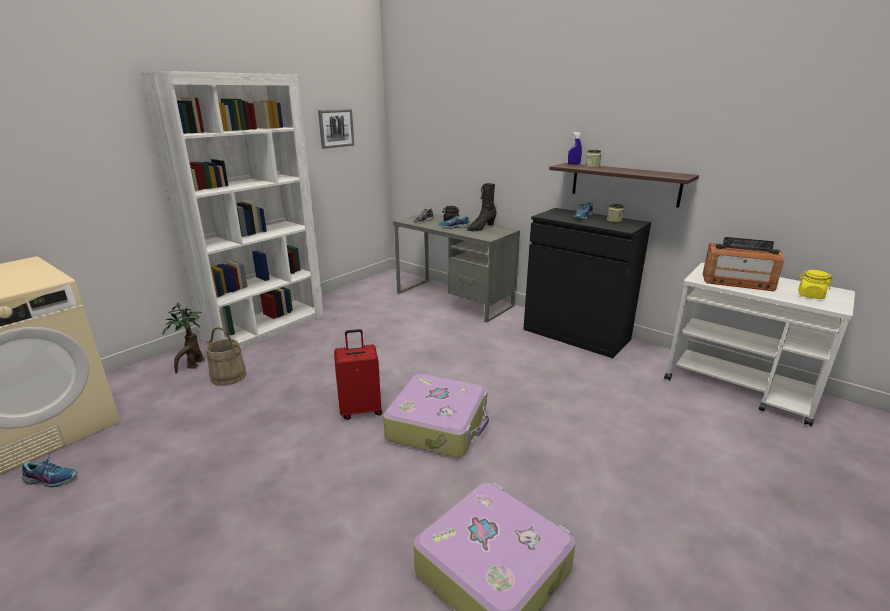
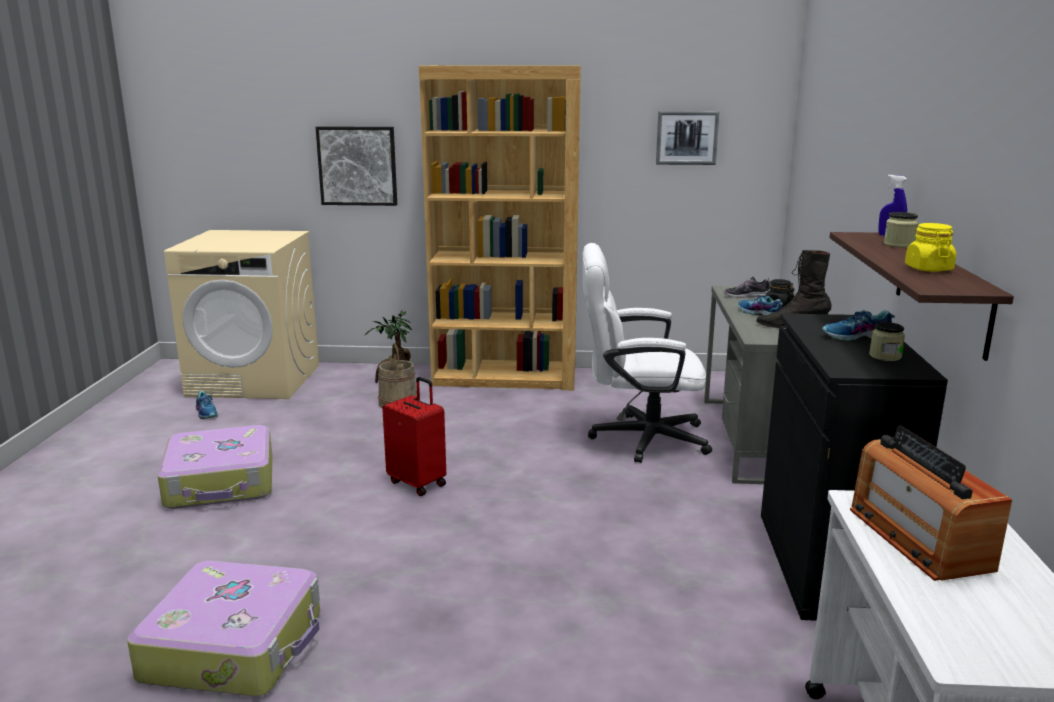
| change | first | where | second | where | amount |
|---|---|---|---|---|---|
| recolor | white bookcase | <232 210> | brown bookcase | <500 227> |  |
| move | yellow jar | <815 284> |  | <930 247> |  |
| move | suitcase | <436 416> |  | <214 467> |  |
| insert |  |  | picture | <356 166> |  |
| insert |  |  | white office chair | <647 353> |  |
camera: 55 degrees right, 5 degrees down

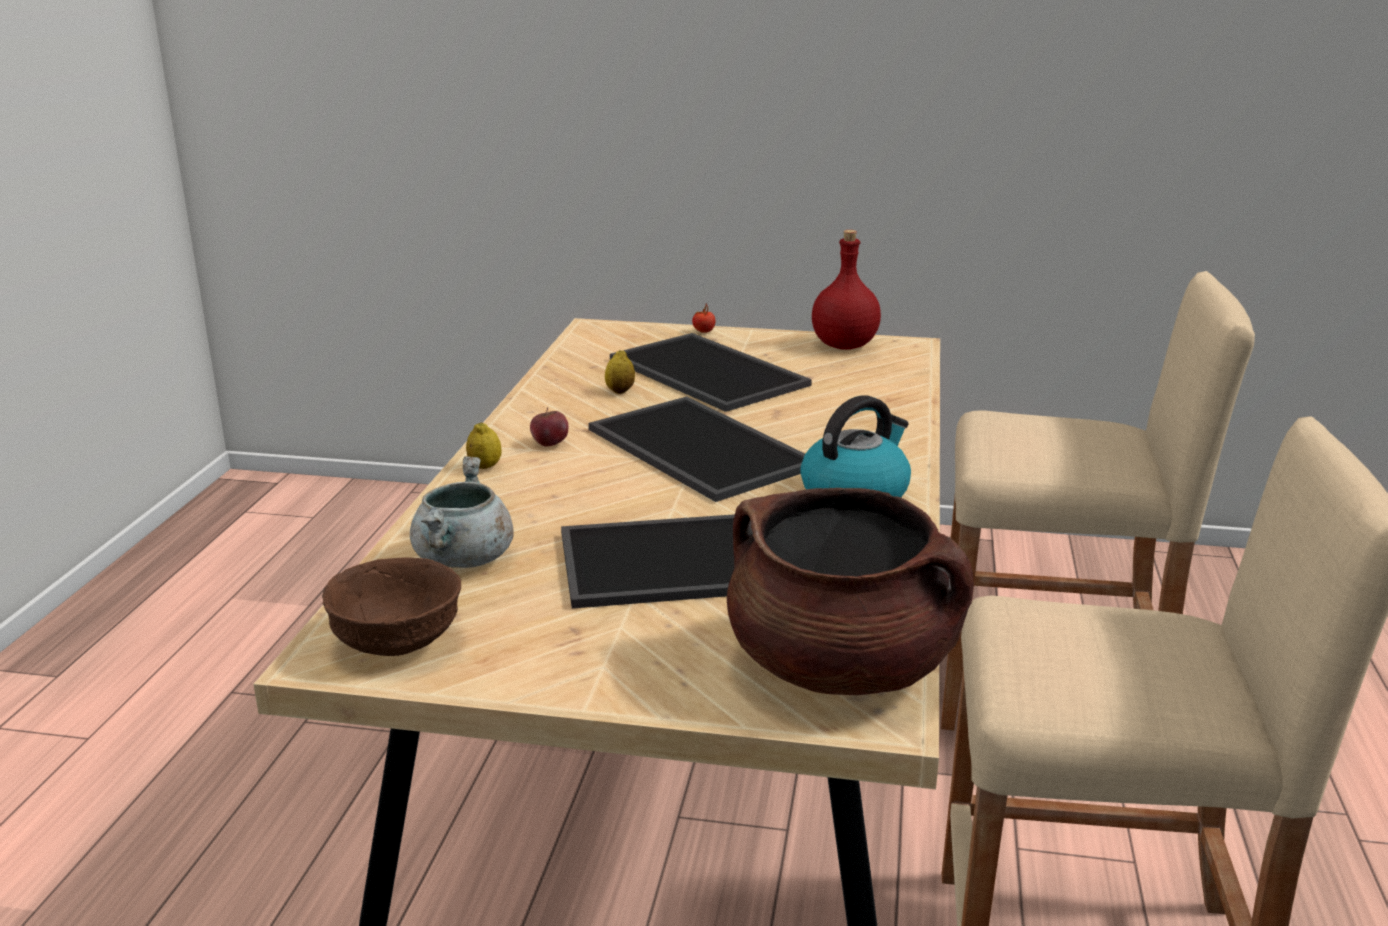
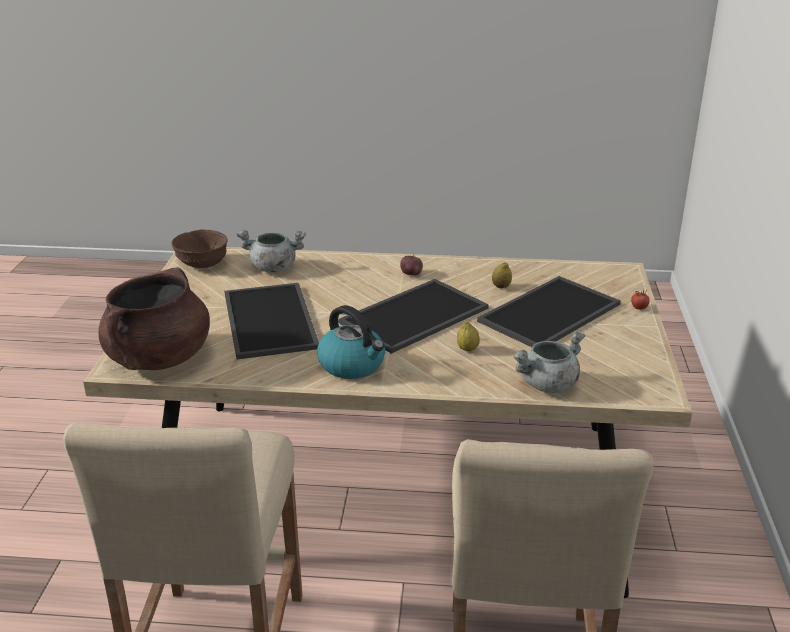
| change | first | where | second | where | amount |
|---|---|---|---|---|---|
| delete | red bottle | <846 290> |  |  |  |
| move | lemon | <483 445> |  | <468 336> |  |
| insert |  |  | grey cooking pot | <548 362> |  |
camera: 85 degrees right, 5 degrees up

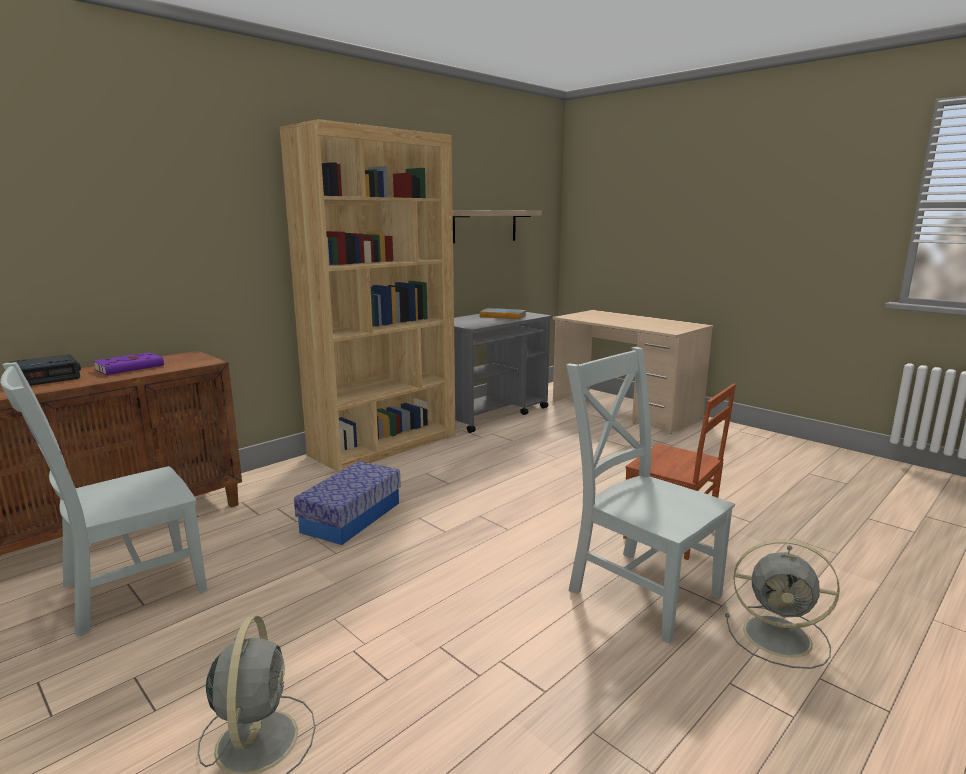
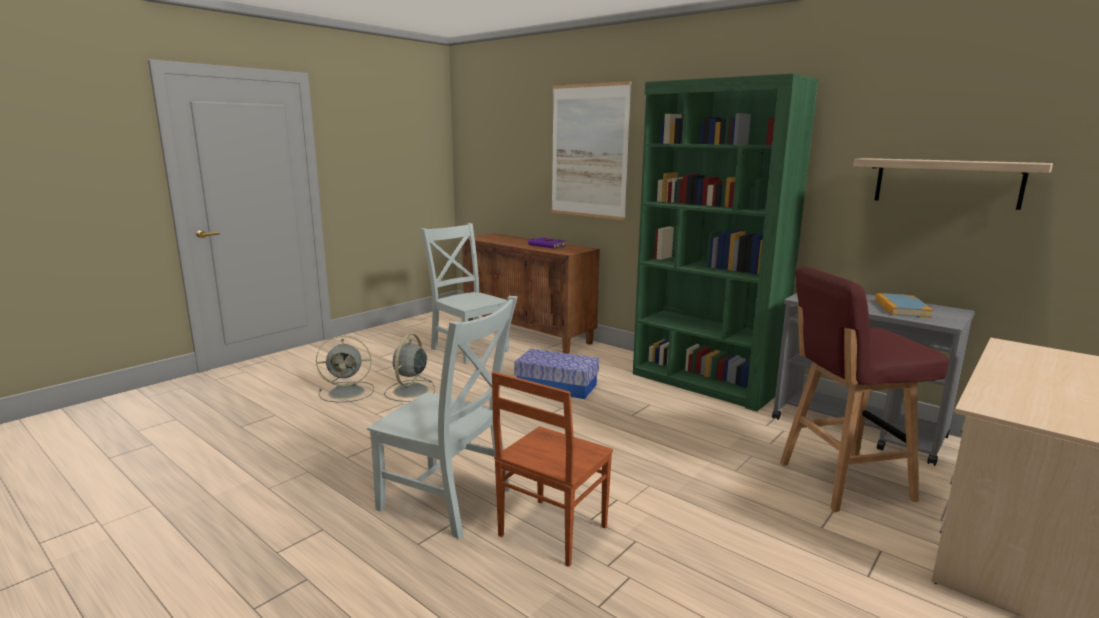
| change | first | where | second | where | amount |
|---|---|---|---|---|---|
| recolor | brown bookcase | <367 295> | green bookcase | <726 242> |  |
| rotate | grey chair | <650 495> |  | <442 417> | 75 degrees clockwise |
| delete | alarm clock | <45 370> |  |  |  |
| move | grey fan | <782 604> |  | <409 368> |  |
| insert |  |  | picture | <591 150> |  |
| insert |  |  | red stool | <864 389> |  |
camera: 85 degrees right, 0 degrees up

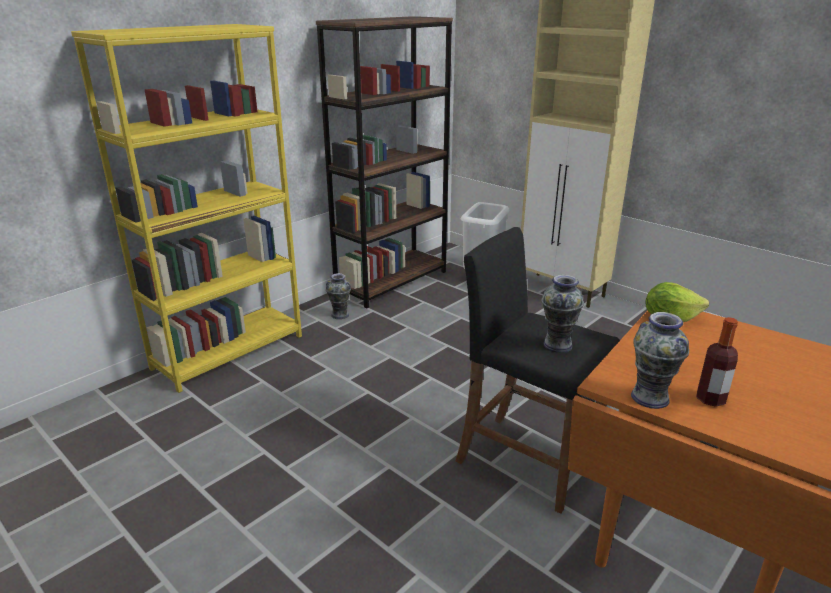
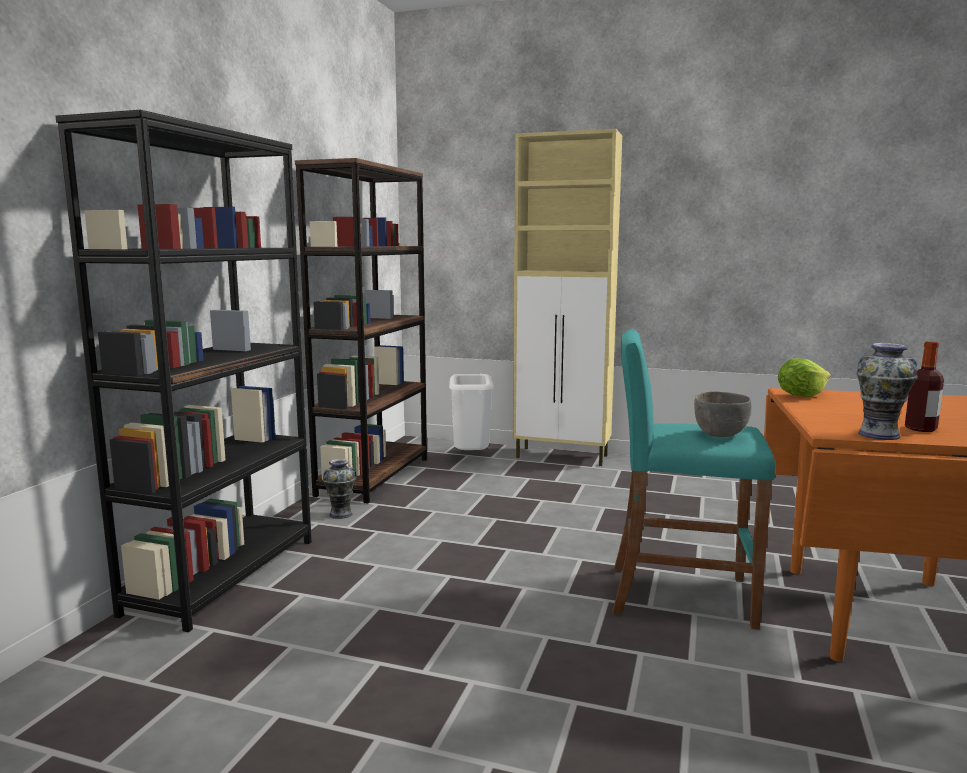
| change | first | where | second | where | amount |
|---|---|---|---|---|---|
| recolor | yellow bookcase | <186 208> | black bookcase | <184 371> |  |
| recolor | black stool | <537 370> | turquoise stool | <693 479> |  |
| replace | vase | <563 314> | grey bowl | <722 414> |  |
camera: 25 degrees left, 15 degrees down

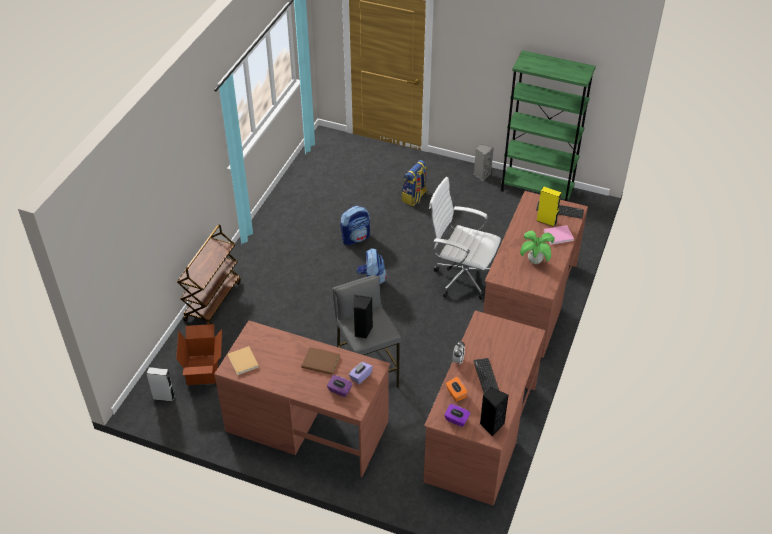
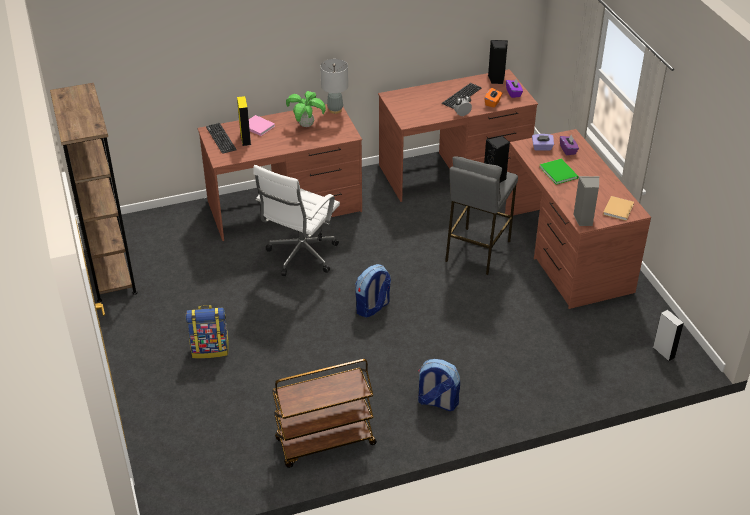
| change | first | where | second | where | amount |
|---|---|---|---|---|---|
| recolor | green bookcase | <548 125> | brown bookcase | <93 192> |  |
| move | grey speaker | <484 162> |  | <586 201> |  |
| rotate | white office chair | <465 238> |  | <297 220> | 45 degrees clockwise |
| move | backpack | <355 225> |  | <439 385> |  |
| move | brown cart | <209 275> |  | <324 413> |  |
| delete | cardboard box | <199 354> |  |  |  |
| recolor | brown book | <320 361> | green book | <559 172> |  |
| insert |  |  | grey table lamp | <334 86> |  |
camera: 130 degrees left, 5 degrees down

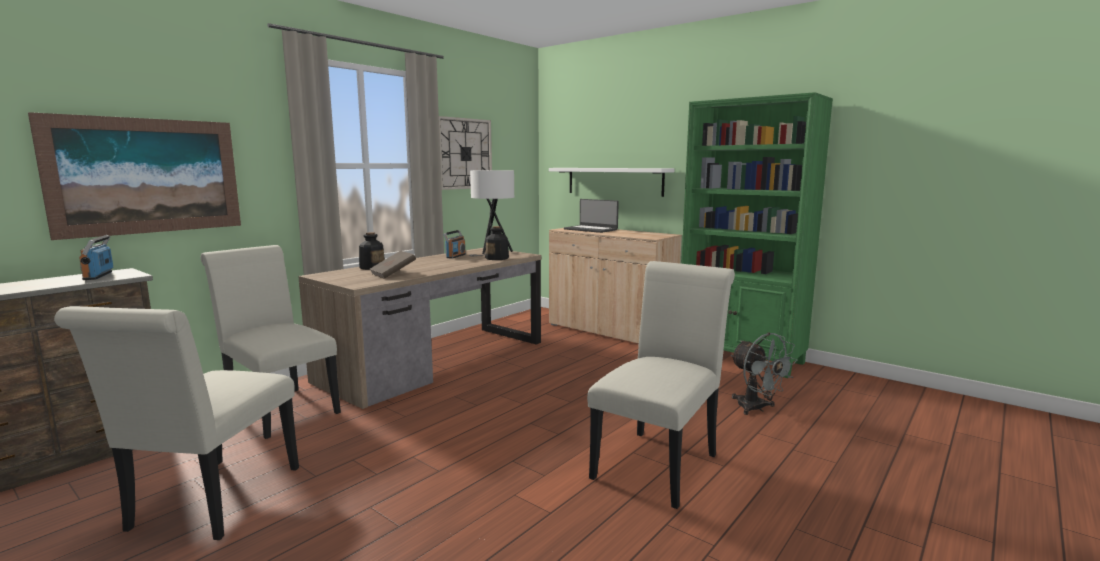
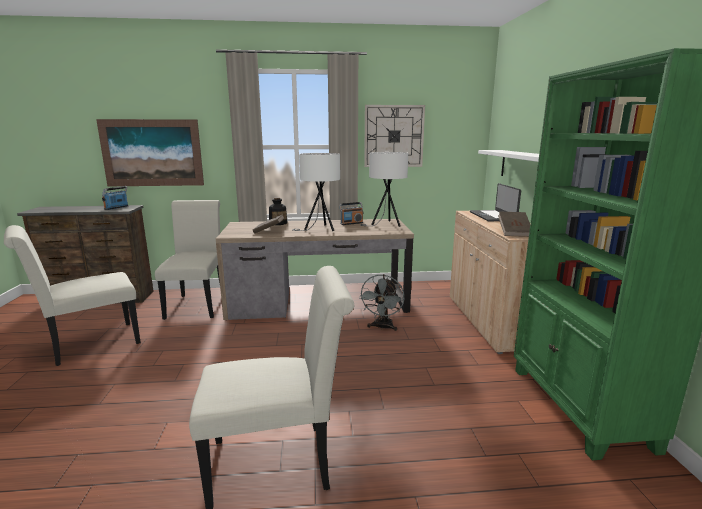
| change | first | where | second | where | amount |
|---|---|---|---|---|---|
| delete | bottle | <497 243> |  |  |  |
| move | grey fan | <764 374> |  | <381 302> |  |
| insert |  |  | white table lamp | <316 192> |  |
| insert |  |  | brown book | <514 224> |  |
camera: 45 degrees right, 5 degrees up

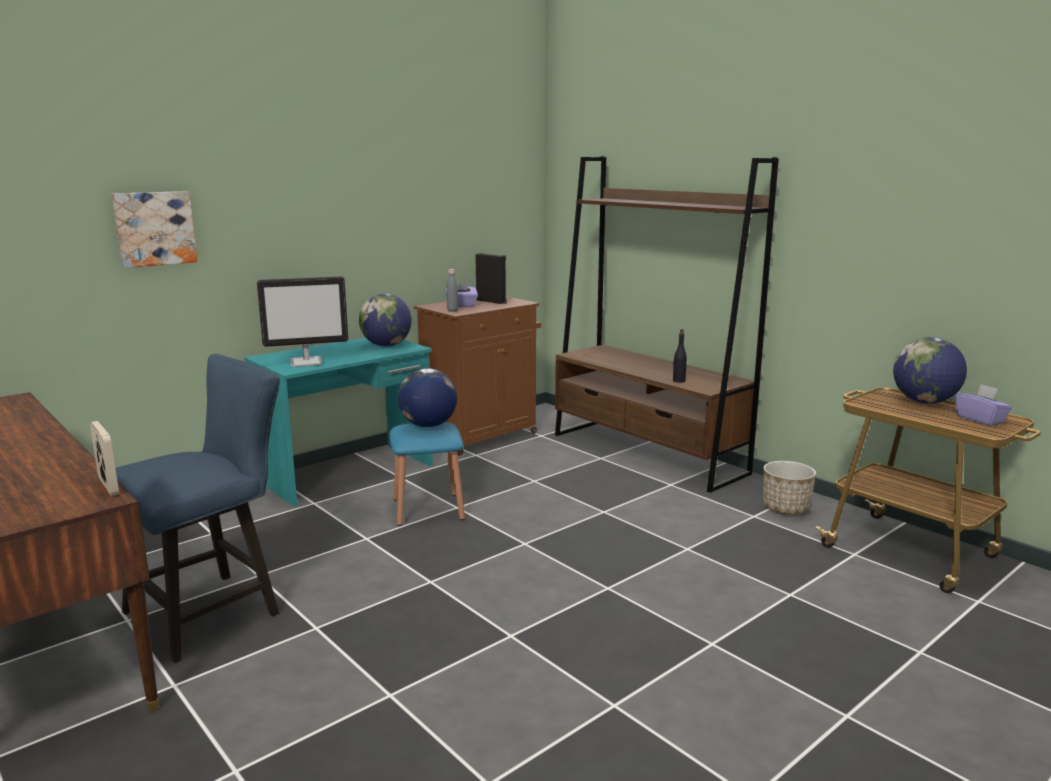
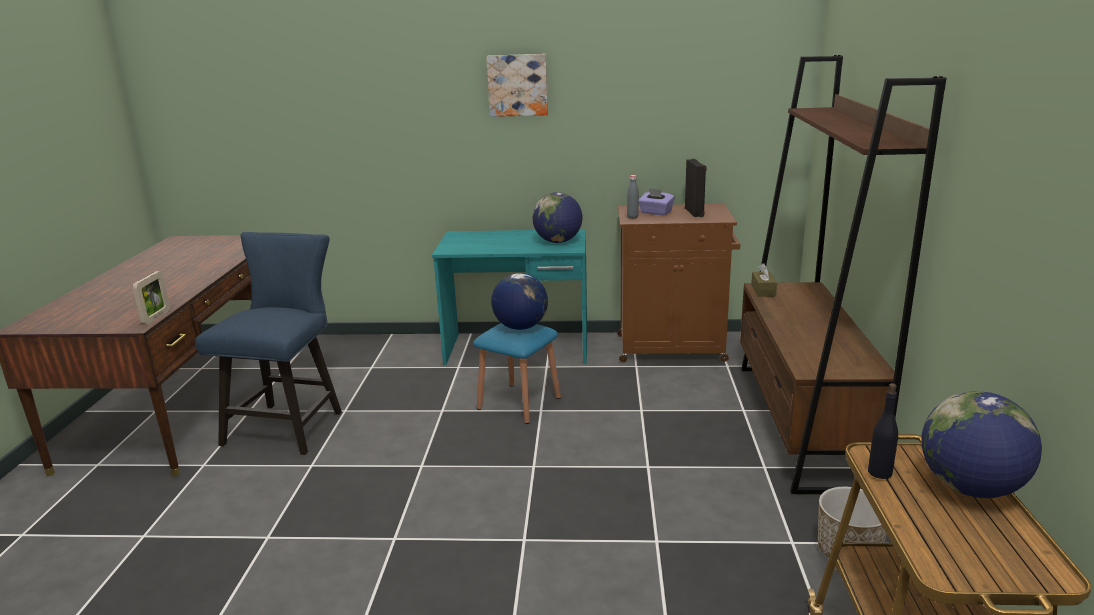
| change | first | where | second | where | amount |
|---|---|---|---|---|---|
| move | picture | <154 229> |  | <517 85> |  |
| delete | monitor | <302 321> |  |  |  |
| move | black bottle | <680 356> |  | <883 431> |  |
| rotate | blue chair | <197 508> |  | <268 343> | 75 degrees counterclockwise |
| delete | purple tissue box | <983 405> |  |  |  |
| insert |  |  | brown tissue box | <764 280> |  |
camera: 45 degrees right, 5 degrees up

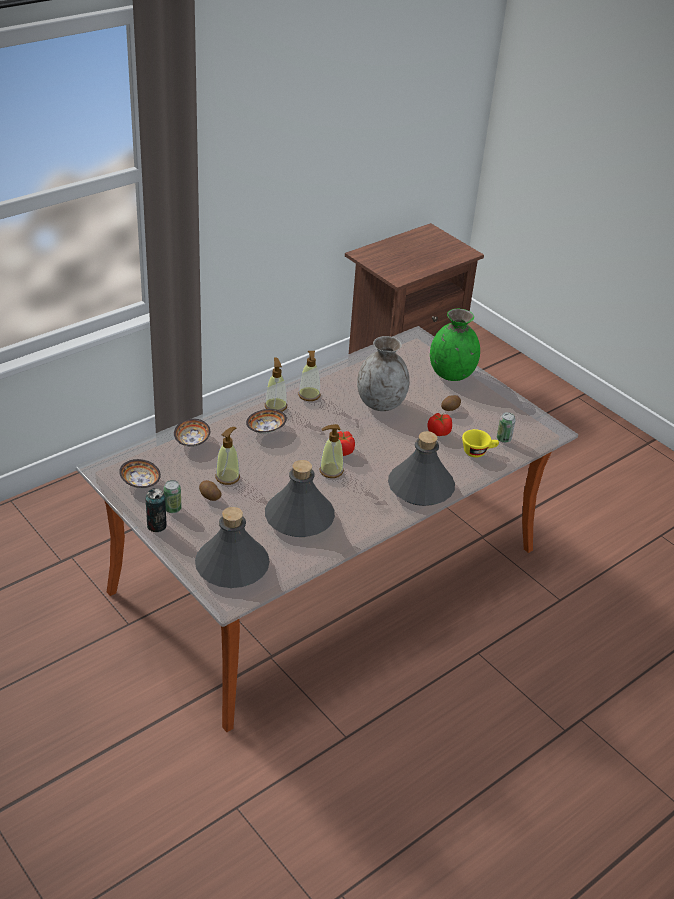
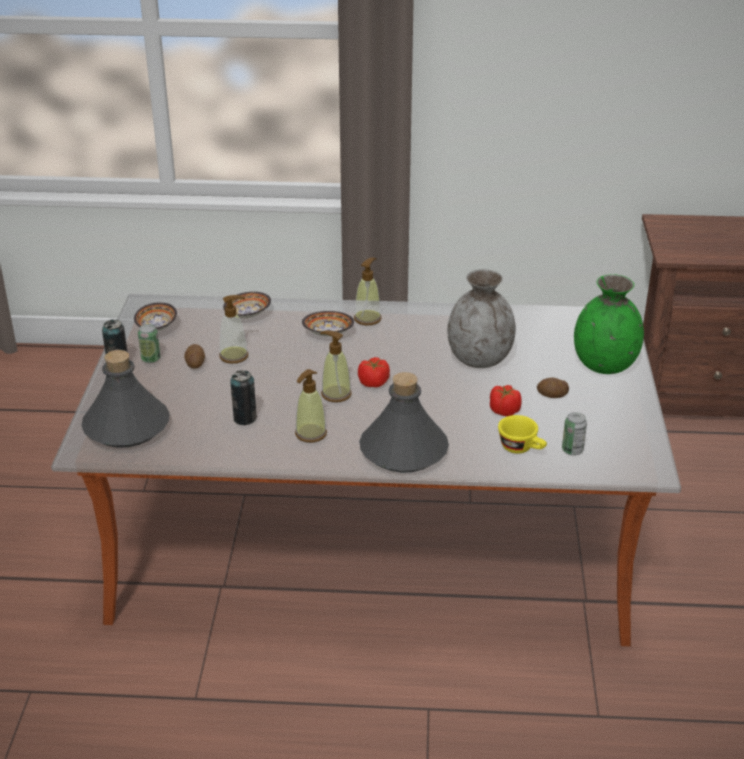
| change | first | where | second | where | amount |
|---|---|---|---|---|---|
| move | soap dispenser | <309 376> |  | <311 405> |  |
| replace | grey bottle | <300 498> | can | <243 397> |  |
camera: 45 degrees right, 5 degrees down

